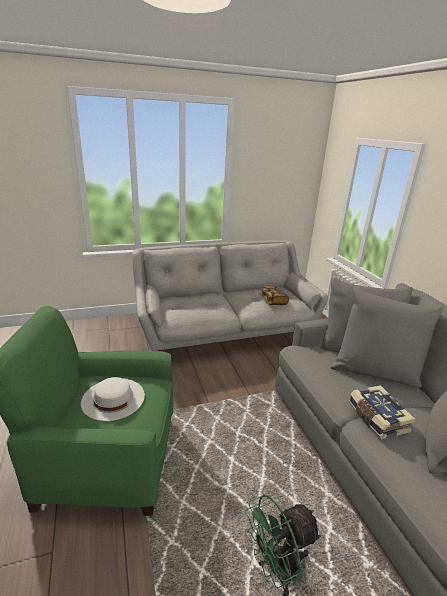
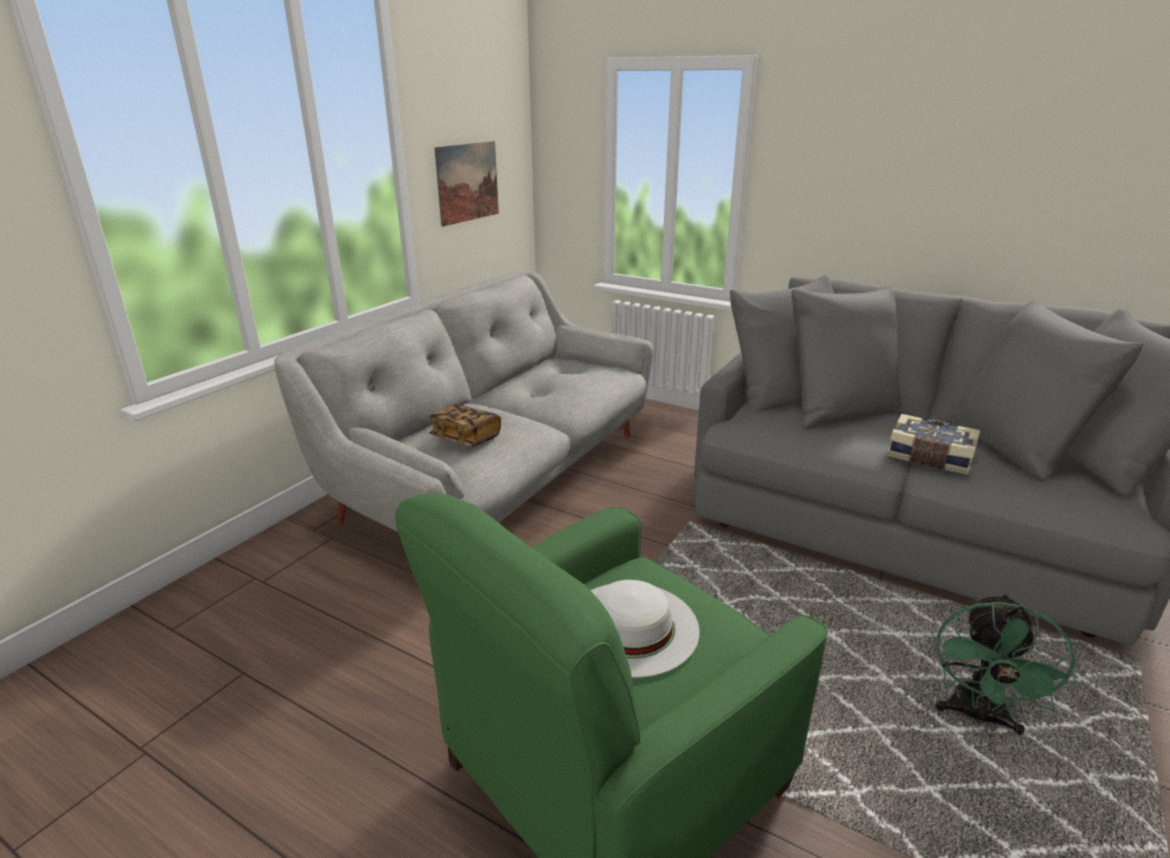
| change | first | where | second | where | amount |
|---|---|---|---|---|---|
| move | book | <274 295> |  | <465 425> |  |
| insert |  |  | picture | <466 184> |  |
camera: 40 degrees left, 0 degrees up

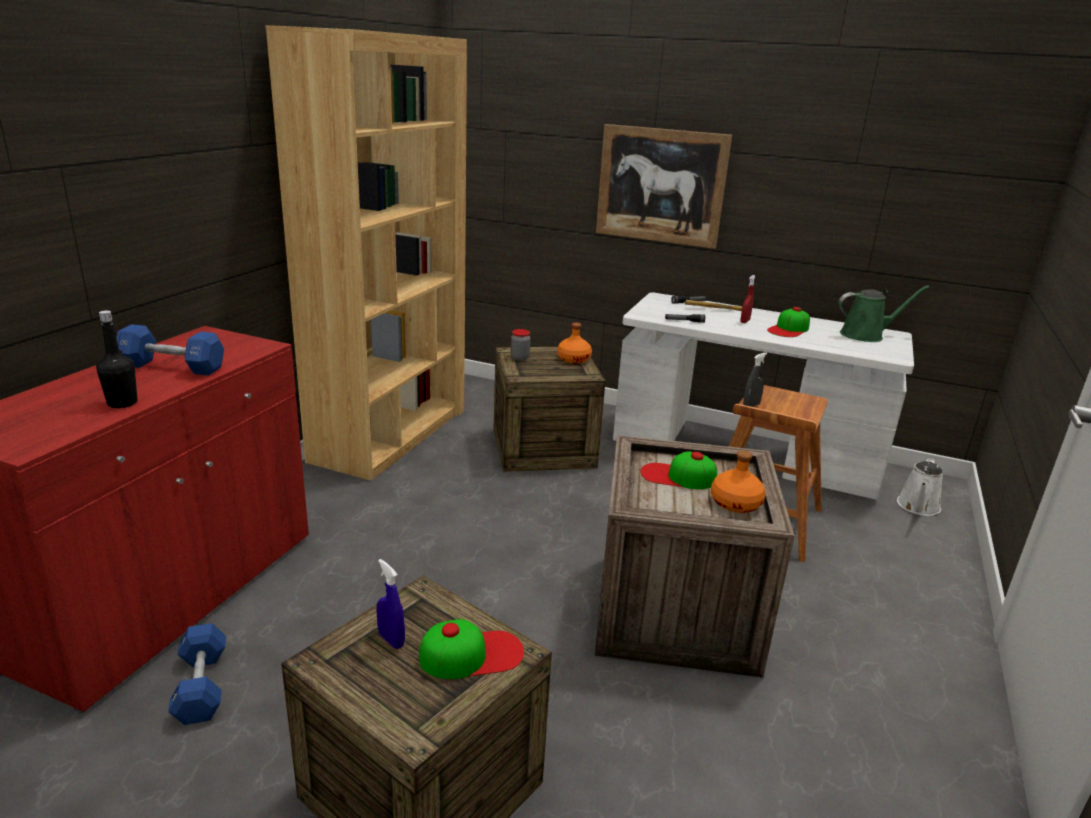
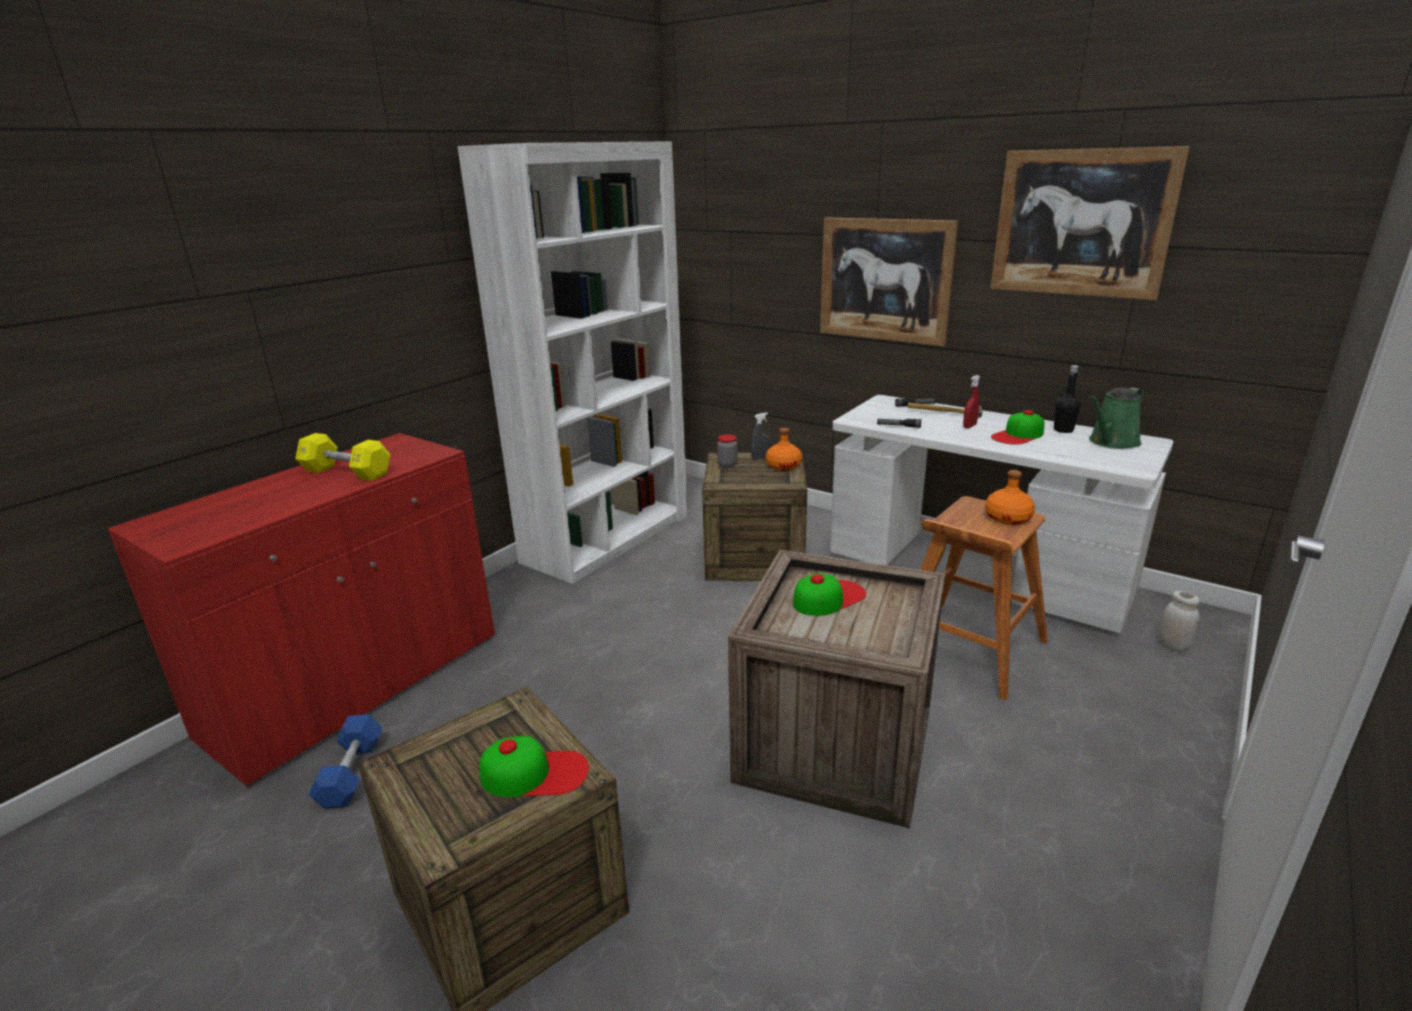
| change | first | where | second | where | amount |
|---|---|---|---|---|---|
| recolor | brown bookcase | <366 253> | white bookcase | <572 362> |  |
| rotate | green watering can | <883 314> |  | <1116 418> | 135 degrees clockwise |
| move | black bottle | <117 359> |  | <1067 399> |  |
| recolor | blue dumbbell | <170 350> | yellow dumbbell | <342 457> |  |
| move | grey spray bottle | <755 380> |  | <760 436> |  |
| move | orange bottle | <738 481> |  | <1010 497> |  |
| rotate | cap | <678 470> |  | <829 594> | 120 degrees clockwise |
| replace | white watering can | <920 487> | white jar | <1179 621> |  |
| delete | blue spray bottle | <390 604> |  |  |  |
| insert |  |  | picture | <1090 223> |  |
camera: 15 degrees right, 0 degrees up

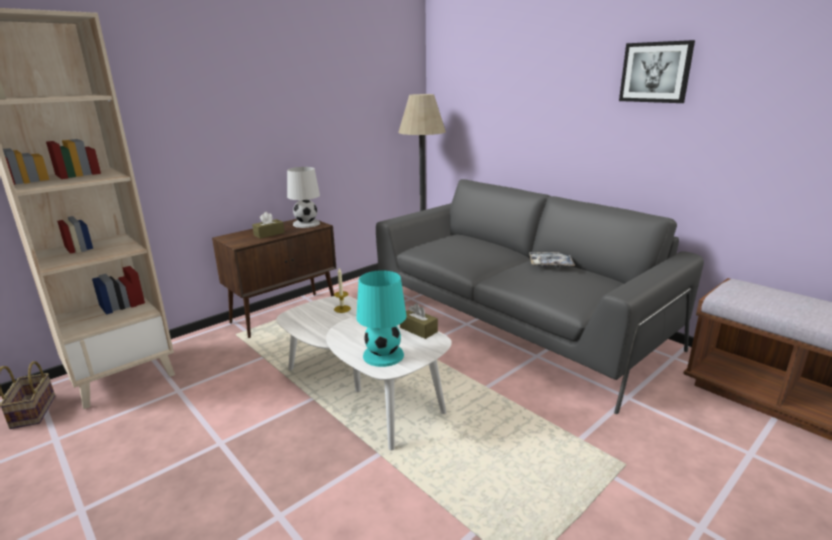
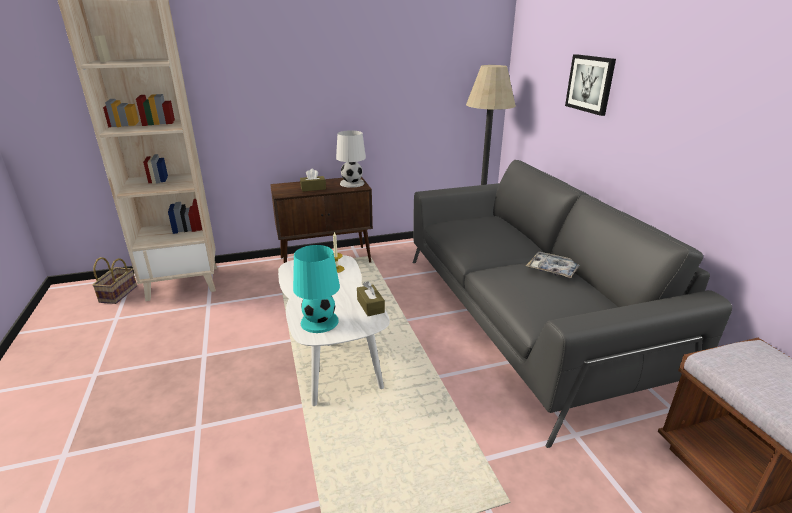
| change | first | where | second | where | amount |
|---|---|---|---|---|---|
| move | picture | <657 71> |  | <590 85> |  |
camera: 25 degrees right, 5 degrees up

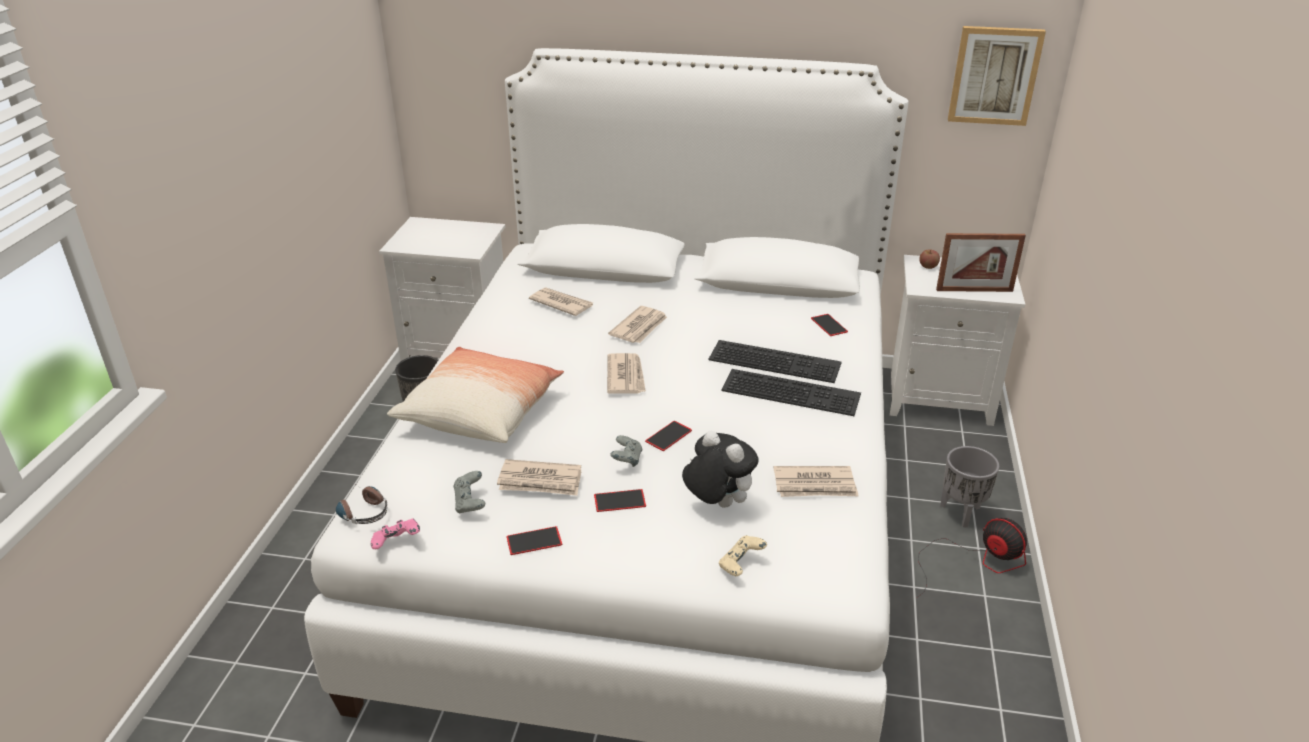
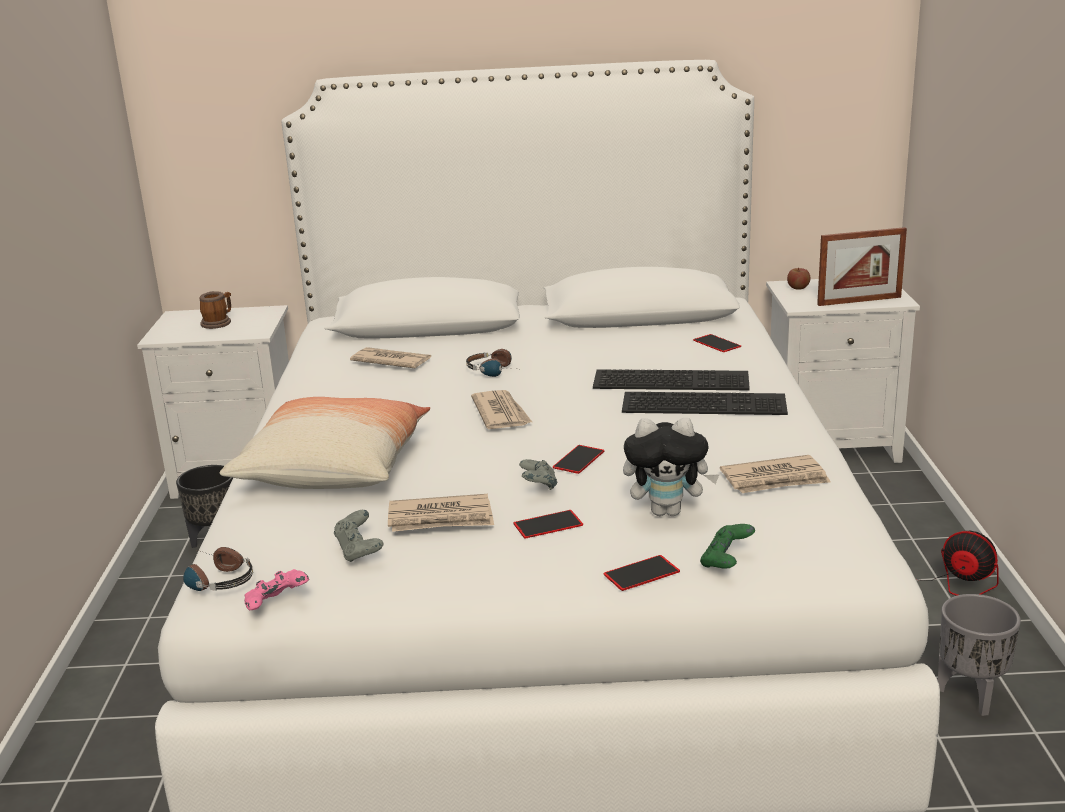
| change | first | where | second | where | amount |
|---|---|---|---|---|---|
| delete | picture | <997 76> |  |  |  |
| replace | newspaper | <637 324> | headphones | <489 363> |  |
| rotate | plush toy | <720 469> |  | <671 467> | 150 degrees clockwise |
| move | grey planter | <969 487> |  | <979 655> |  |
| move | phone | <534 540> |  | <642 573> |  |
| recolor | beige game controller | <743 555> | green game controller | <727 546> |  |
| insert |  |  | mug | <215 310> |  |
camera: 10 degrees left, 10 degrees down

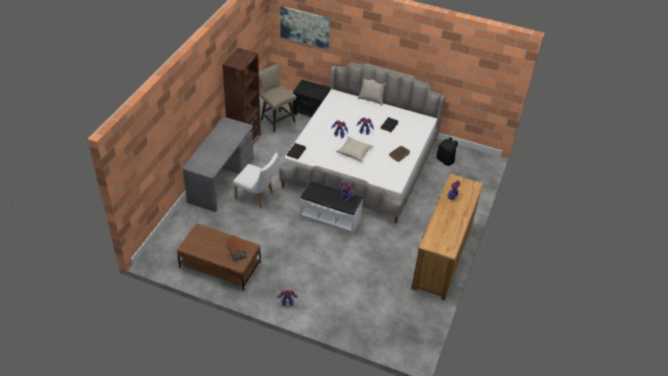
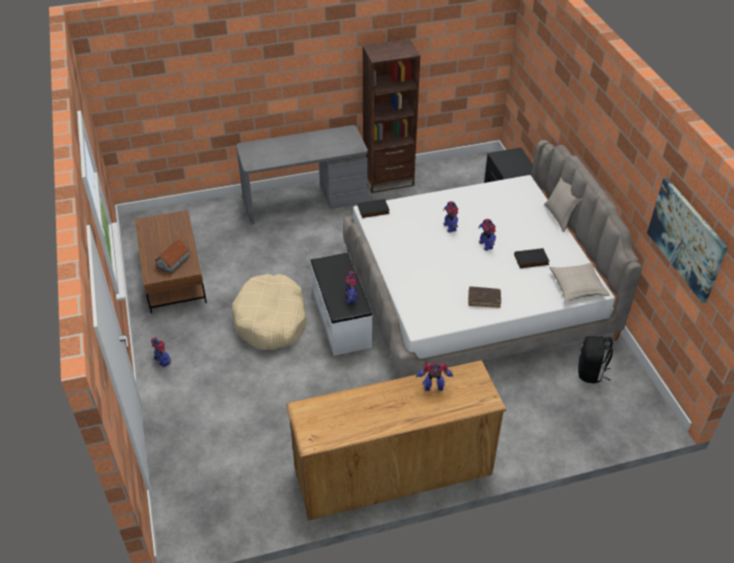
| change | first | where | second | where | amount |
|---|---|---|---|---|---|
| move | picture | <305 27> |  | <687 240> |  |
| delete | beige stool | <277 98> |  |  |  |
| move | beige pillow | <354 149> |  | <579 281> |  |
| delete | white chair | <255 181> |  |  |  |
| insert |  |  | beige dog bed | <269 312> |  |
camera: 55 degrees right, 0 degrees up

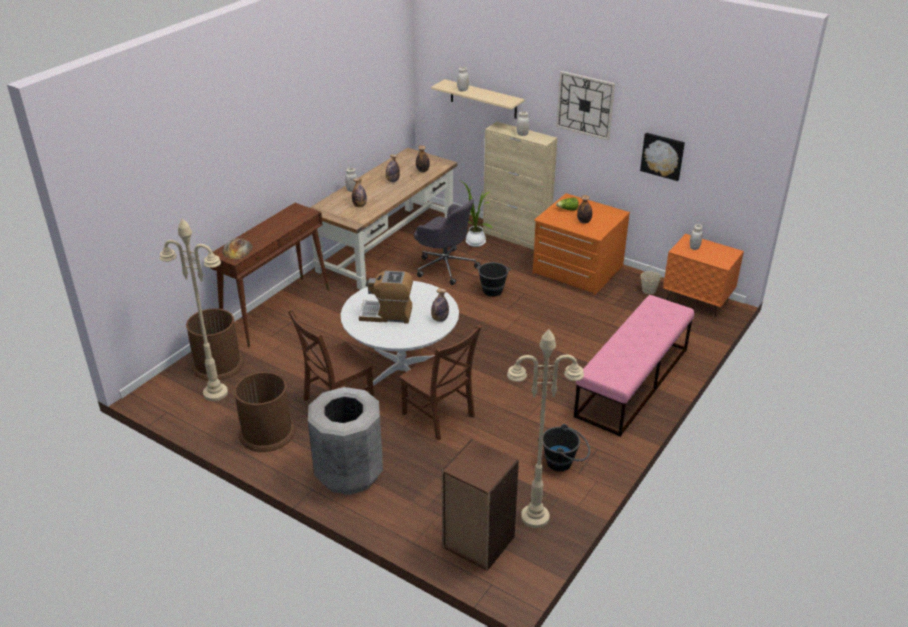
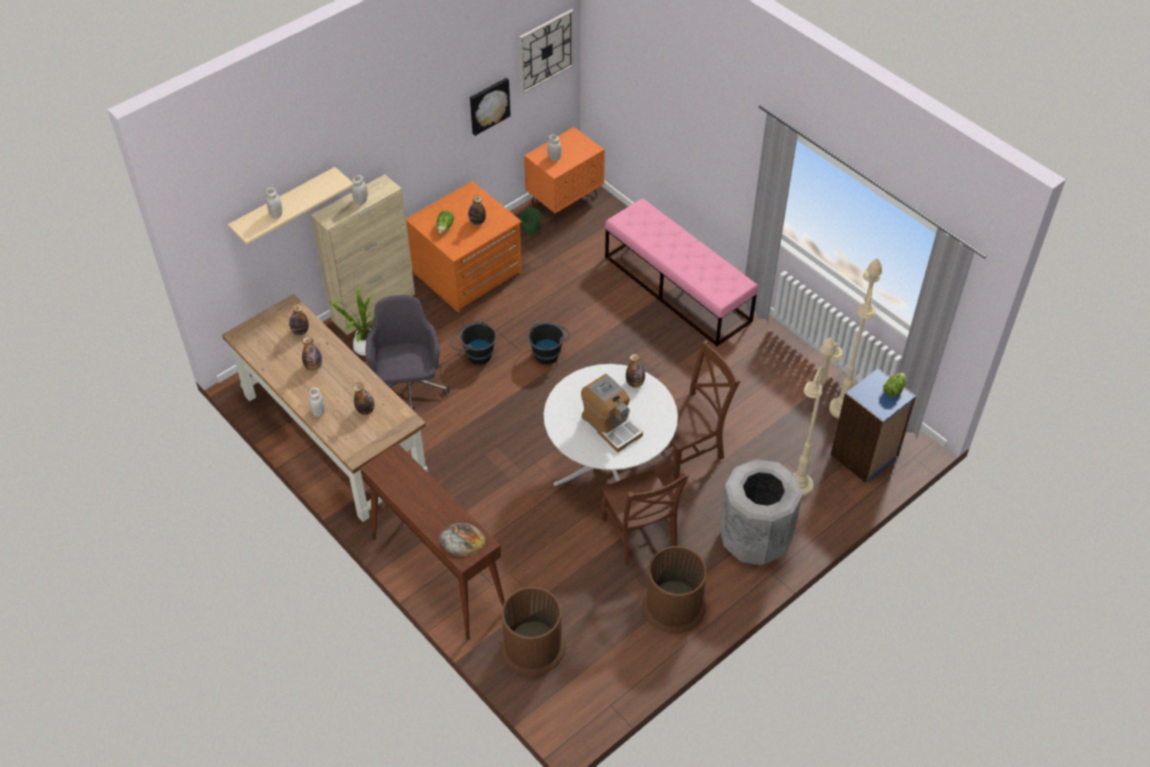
| change | first | where | second | where | amount |
|---|---|---|---|---|---|
| move | wall clock | <585 105> |  | <546 51> |  |
| rotate | grey office chair | <447 242> |  | <407 353> | 60 degrees counterclockwise |
| move | beige floor lamp | <194 309> |  | <818 417> |  |
| recolor | beige bucket | <651 280> | green bucket | <530 220> |  |
| rotate | coffee machine | <386 297> |  | <612 413> | 60 degrees counterclockwise |
| move | black bucket | <566 448> |  | <549 343> |  |
| recolor | brown bookcase | <480 505> | blue bookcase | <874 425> |  |
| insert |  |  | lettuce | <894 385> |  |
camera: 75 degrees left, 15 degrees up

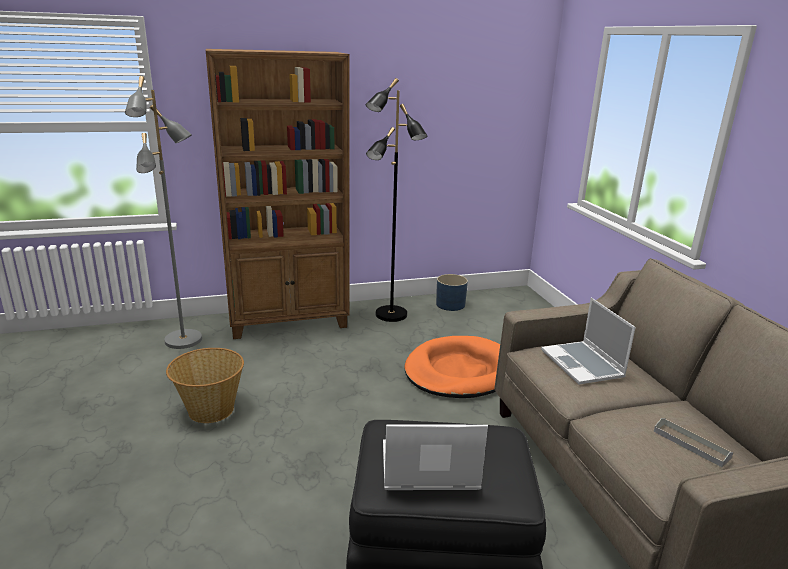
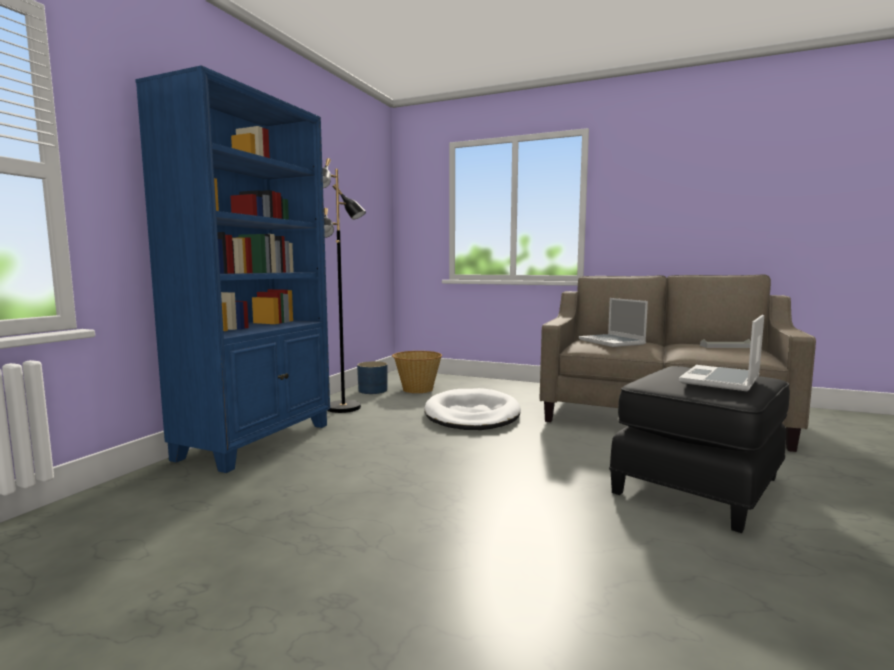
| change | first | where | second | where | amount |
|---|---|---|---|---|---|
| recolor | brown bookcase | <278 194> | blue bookcase | <232 269> |  |
| delete | grey floor lamp | <163 212> |  |  |  |
| rotate | laptop | <588 341> |  | <613 322> | 45 degrees clockwise |
| recolor | orange dog bed | <452 367> | white dog bed | <472 409> |  |
| move | basket | <205 385> |  | <417 372> |  |
camera: 50 degrees left, 15 degrees down

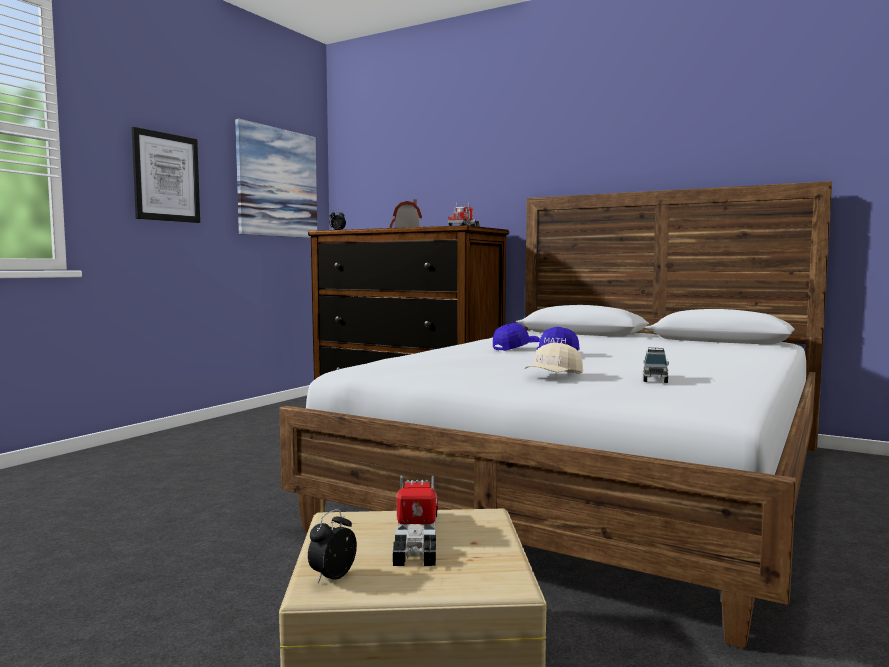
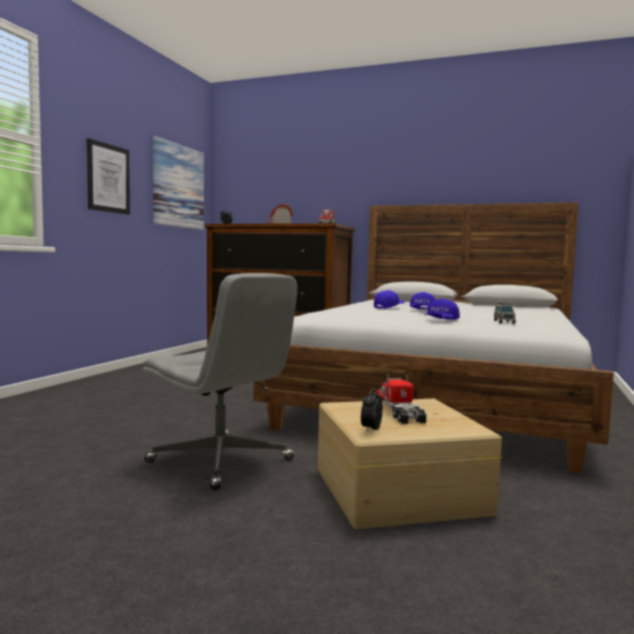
| change | first | where | second | where | amount |
|---|---|---|---|---|---|
| recolor | beige cap | <553 358> | blue cap | <442 309> |  |
| insert |  |  | grey office chair | <220 381> |  |
camera: 10 degrees left, 0 degrees up

